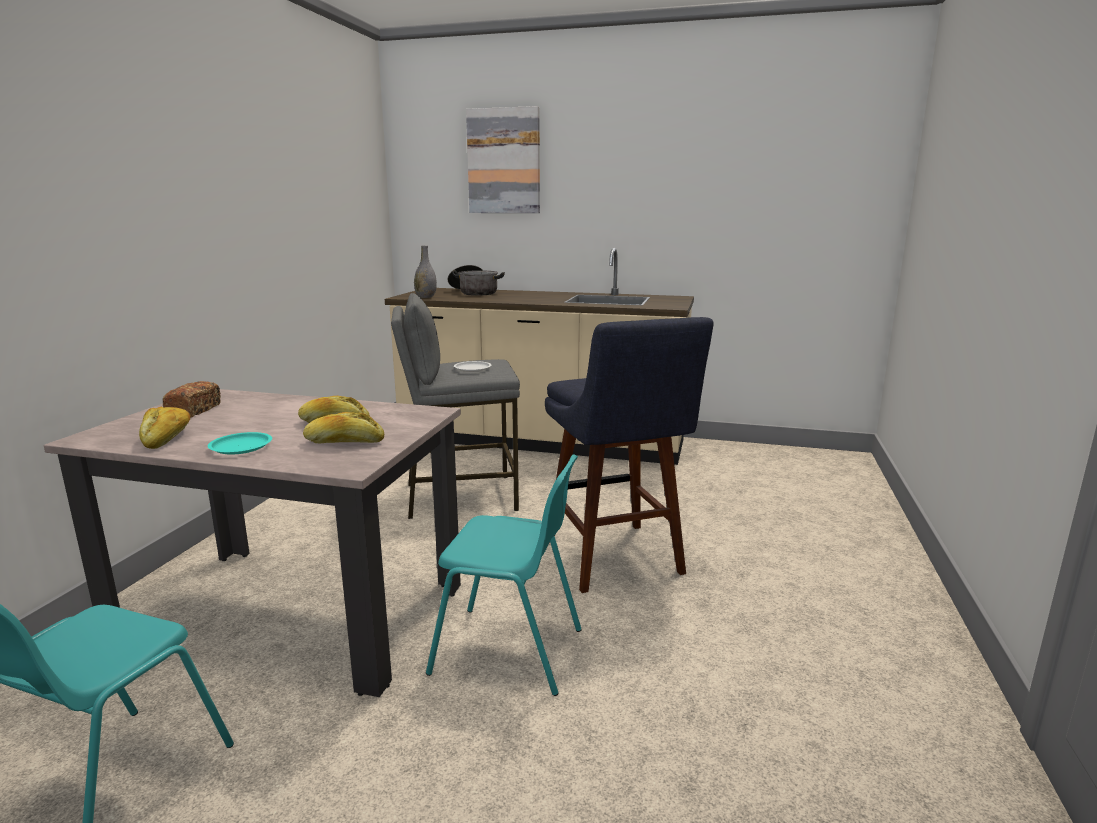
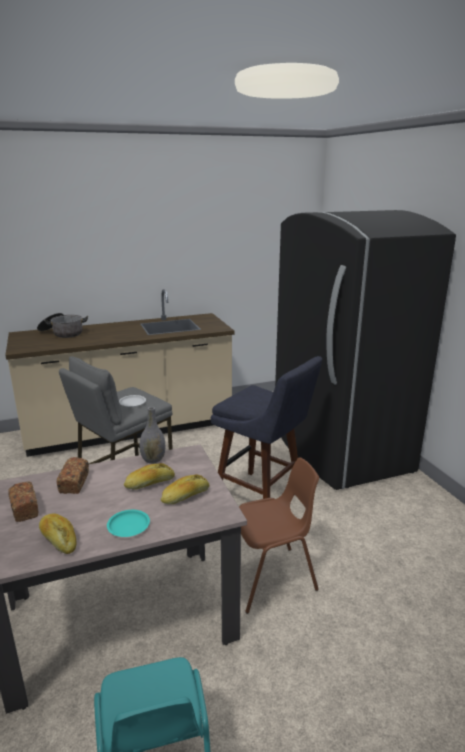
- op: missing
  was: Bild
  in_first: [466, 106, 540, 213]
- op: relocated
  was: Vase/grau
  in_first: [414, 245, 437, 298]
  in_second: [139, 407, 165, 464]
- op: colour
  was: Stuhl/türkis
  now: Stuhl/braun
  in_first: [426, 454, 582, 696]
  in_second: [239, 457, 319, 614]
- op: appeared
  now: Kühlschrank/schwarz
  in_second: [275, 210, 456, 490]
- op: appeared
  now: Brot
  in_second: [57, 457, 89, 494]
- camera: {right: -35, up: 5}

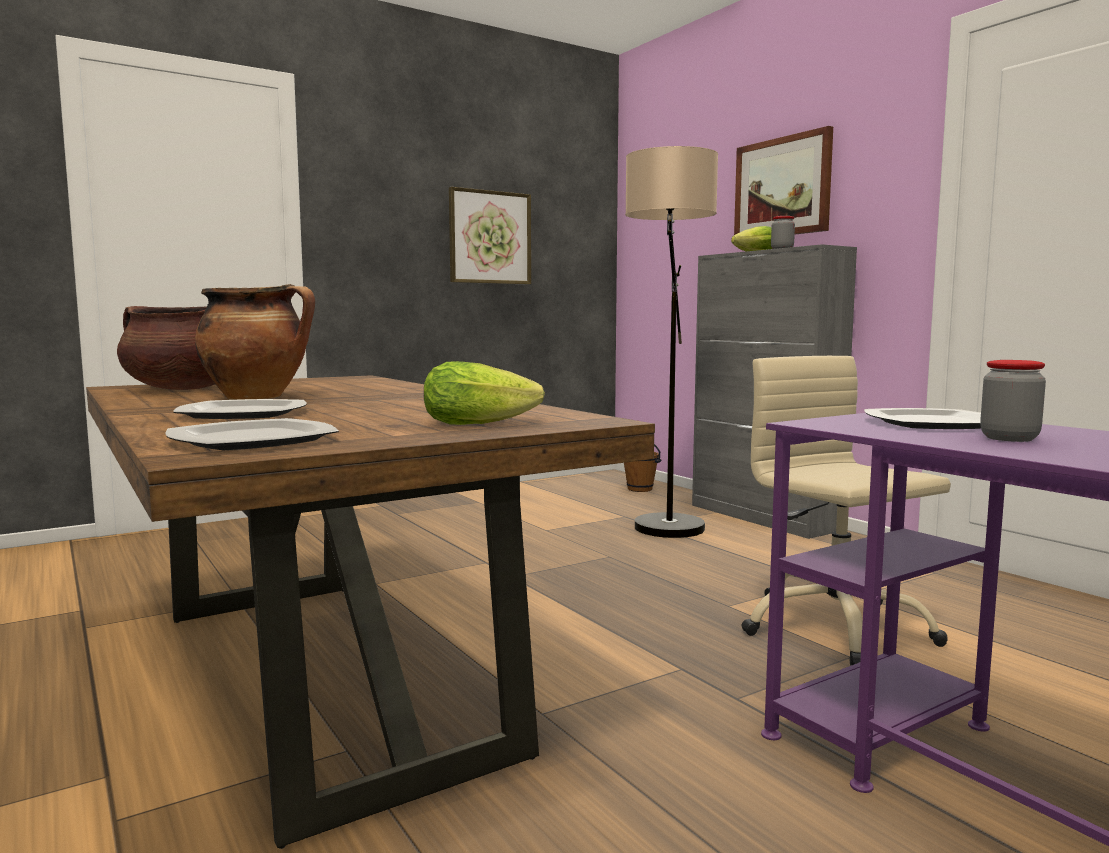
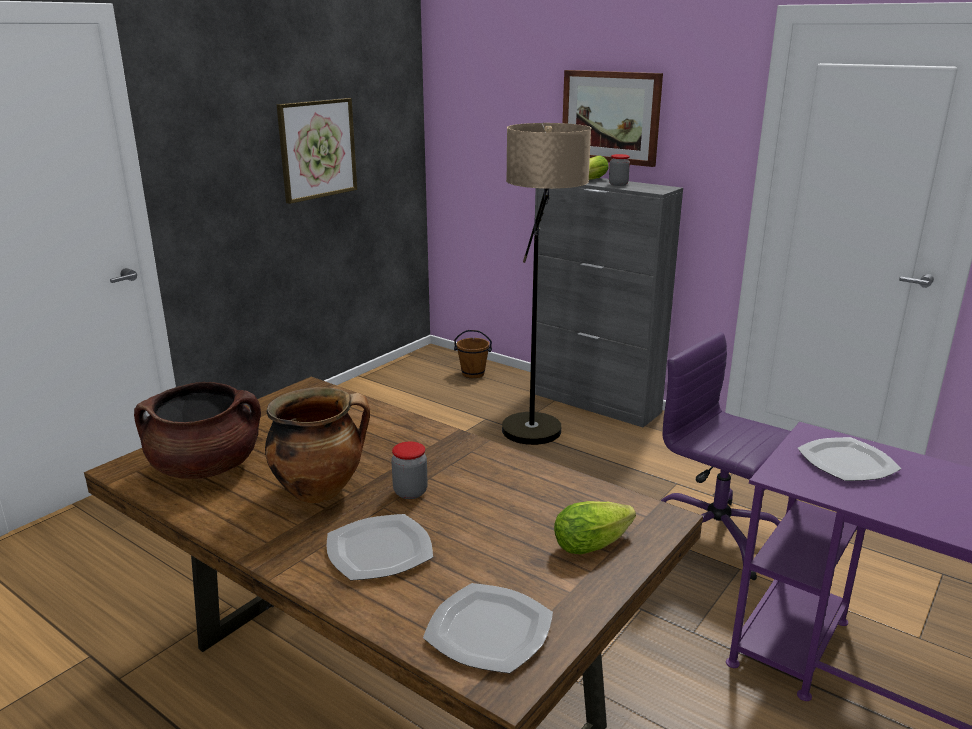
- op: colour
  was: Bürostuhl/beige
  now: Bürostuhl/lila
  in_first: [741, 356, 951, 666]
  in_second: [661, 332, 791, 580]
- op: relocated
  was: Vorratsglas
  in_first: [980, 360, 1046, 442]
  in_second: [391, 441, 428, 499]
- camera: {right: -20, up: 15}

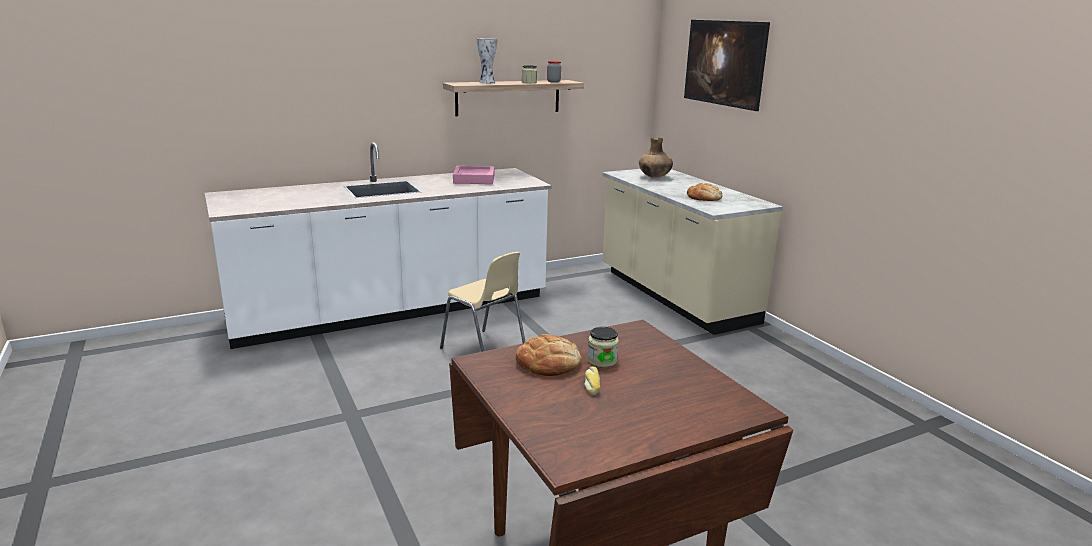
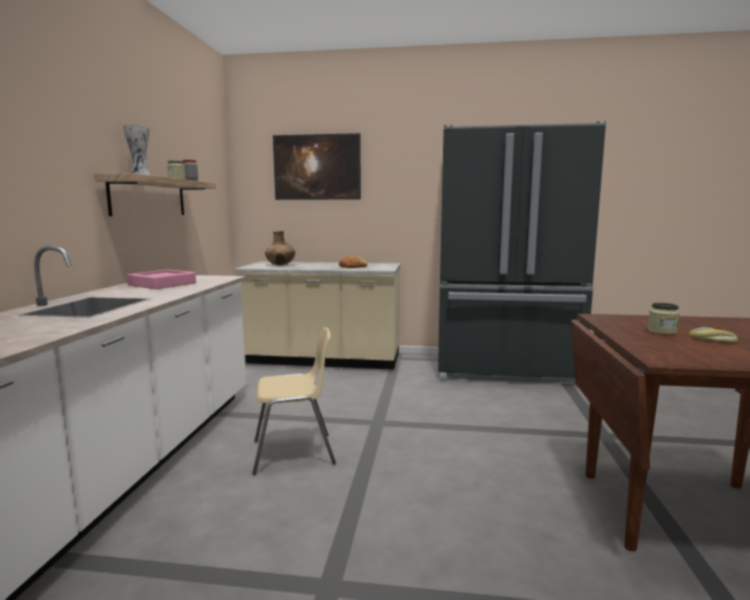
- op: missing
  was: Brot
  in_first: [516, 334, 582, 376]
- op: appeared
  now: Kühlschrank/schwarz
  in_second: [438, 121, 606, 386]
- camera: {right: -55, up: -10}

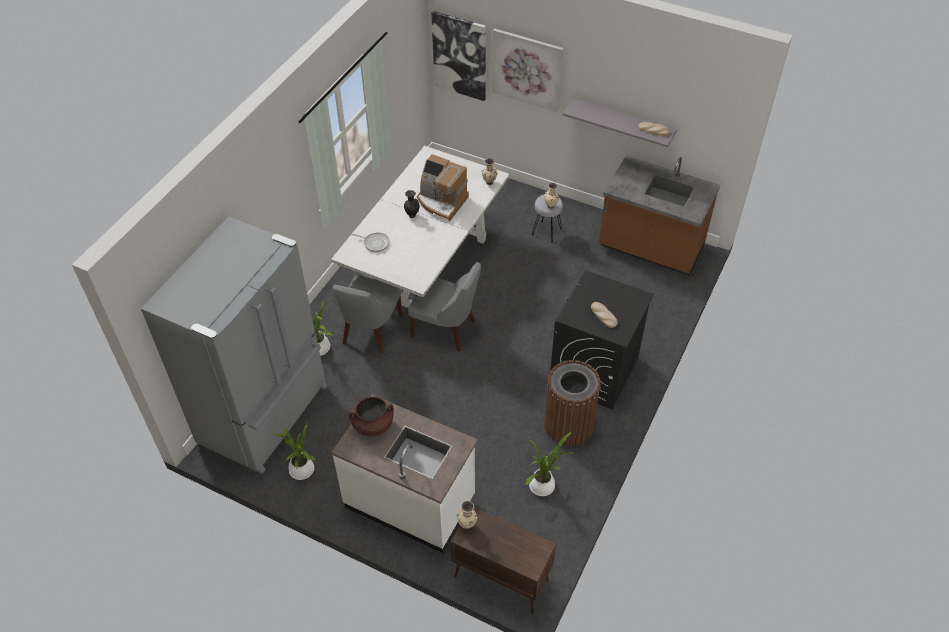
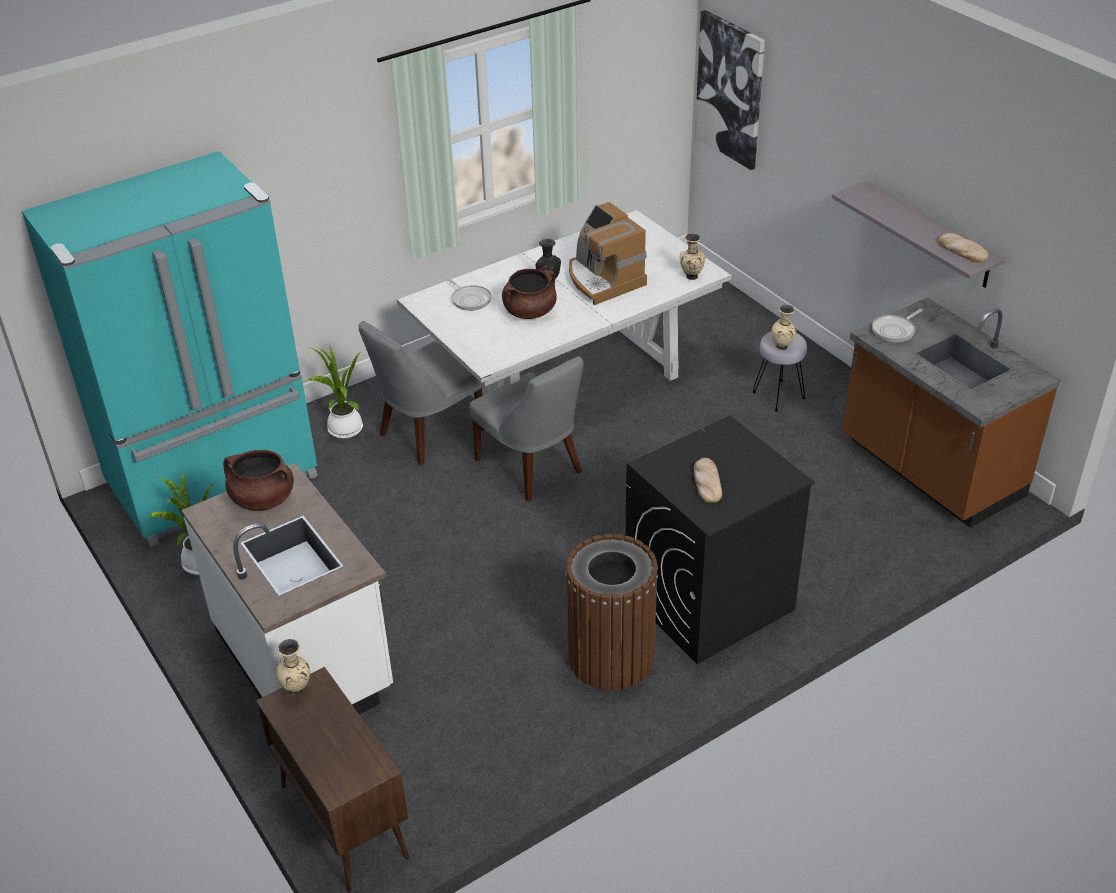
- op: missing
  was: Bild
  in_first: [492, 28, 563, 112]
- op: colour
  was: Kühlschrank/grau
  now: Kühlschrank/türkis
  in_first: [141, 217, 328, 474]
  in_second: [22, 151, 318, 547]
- op: missing
  was: Topfpflanze
  in_first: [525, 432, 576, 496]
- op: appeared
  now: Kochtopf/braun
  in_second: [502, 269, 557, 319]
- op: appeared
  now: Pfanne
  in_second: [872, 309, 923, 343]
- camera: {right: 30, up: -10}

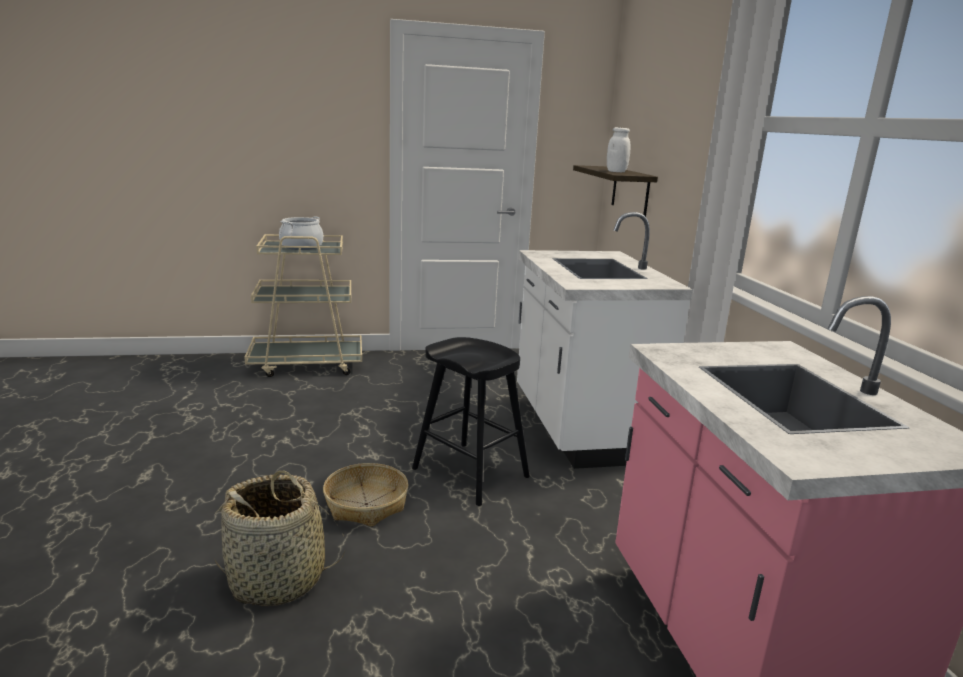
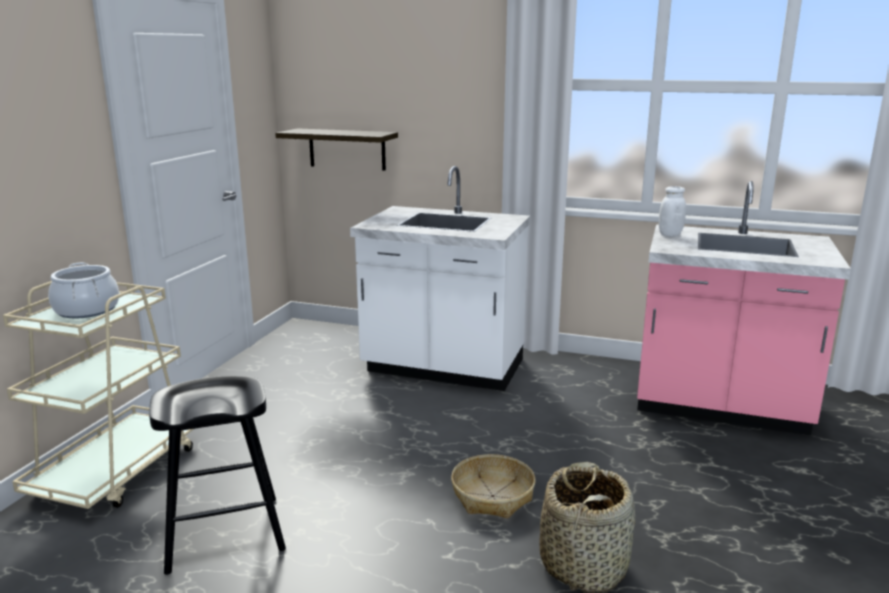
- op: relocated
  was: Vorratsglas/weiß
  in_first: [607, 127, 630, 172]
  in_second: [659, 186, 686, 237]
- op: relocated
  was: Hocker/schwarz
  in_first: [412, 337, 530, 506]
  in_second: [149, 376, 286, 575]
- camera: {right: -60, up: 0}

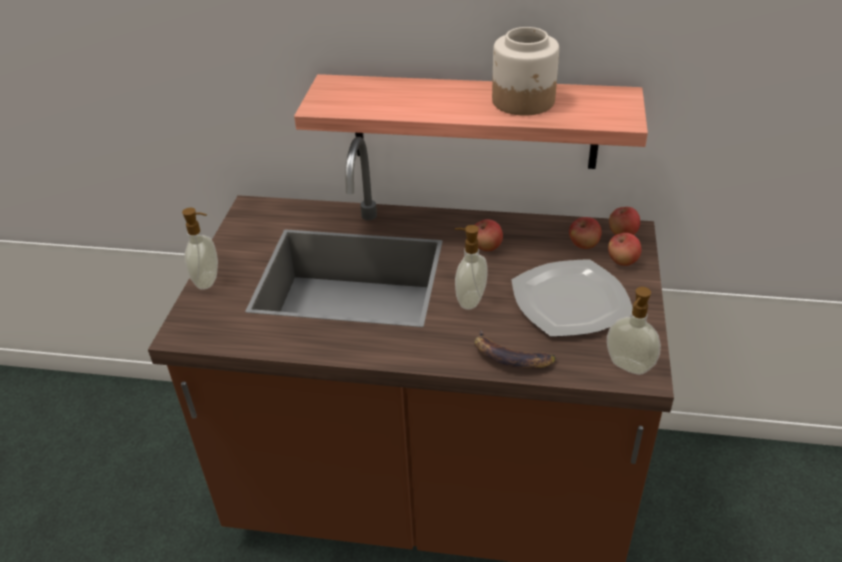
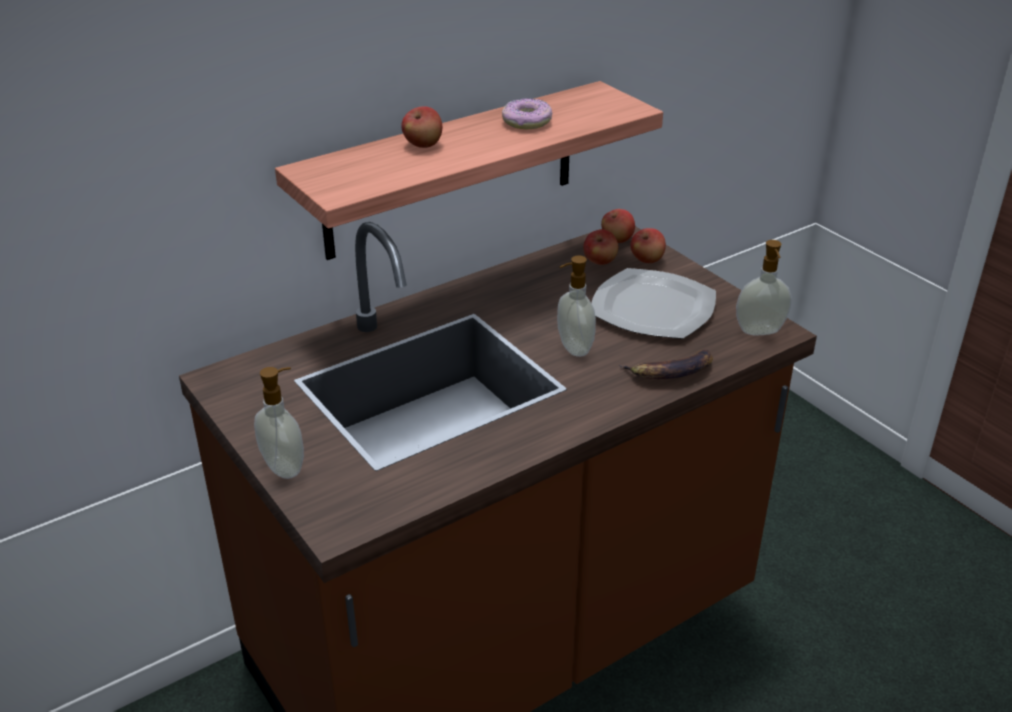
- op: exchanged
  was: Vorratsglas
  now: Donut
  in_first: [492, 27, 559, 116]
  in_second: [502, 98, 552, 129]
- op: relocated
  was: Apfel
  in_first: [475, 219, 503, 251]
  in_second: [401, 106, 442, 148]
- camera: {right: -45, up: -5}

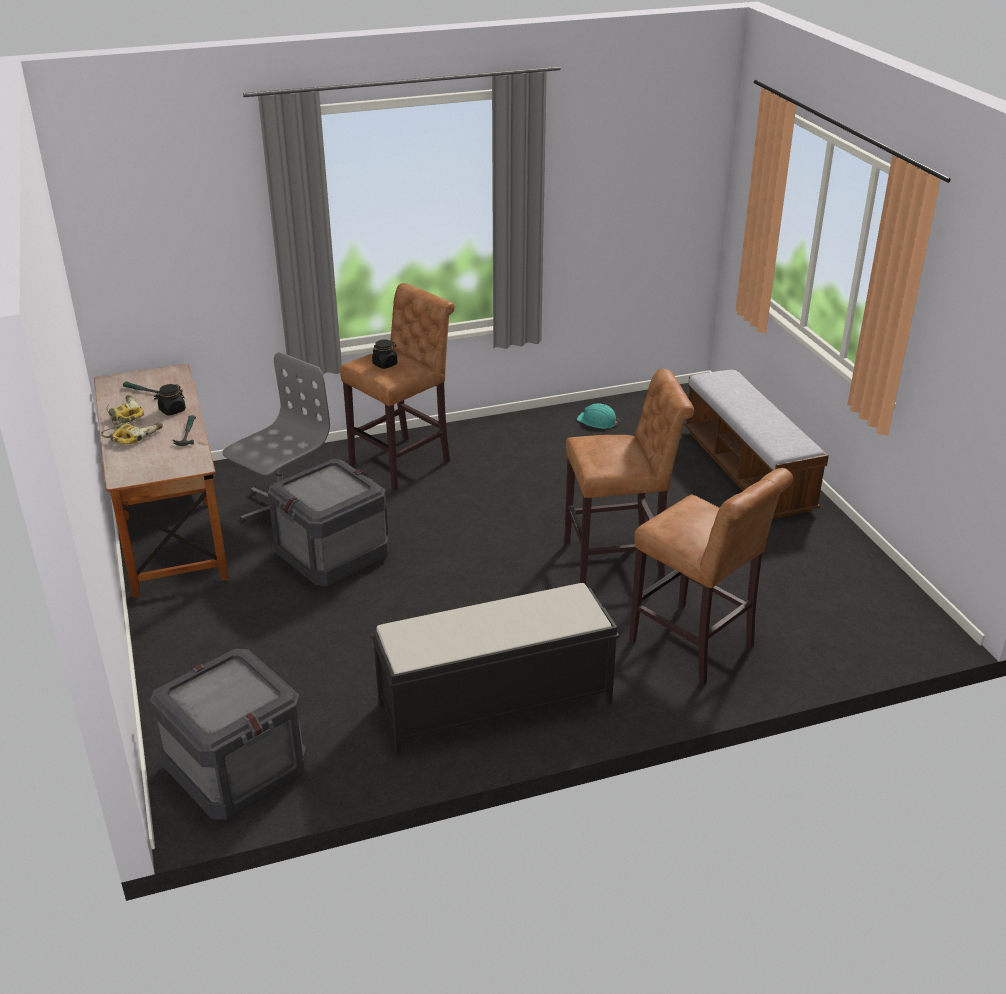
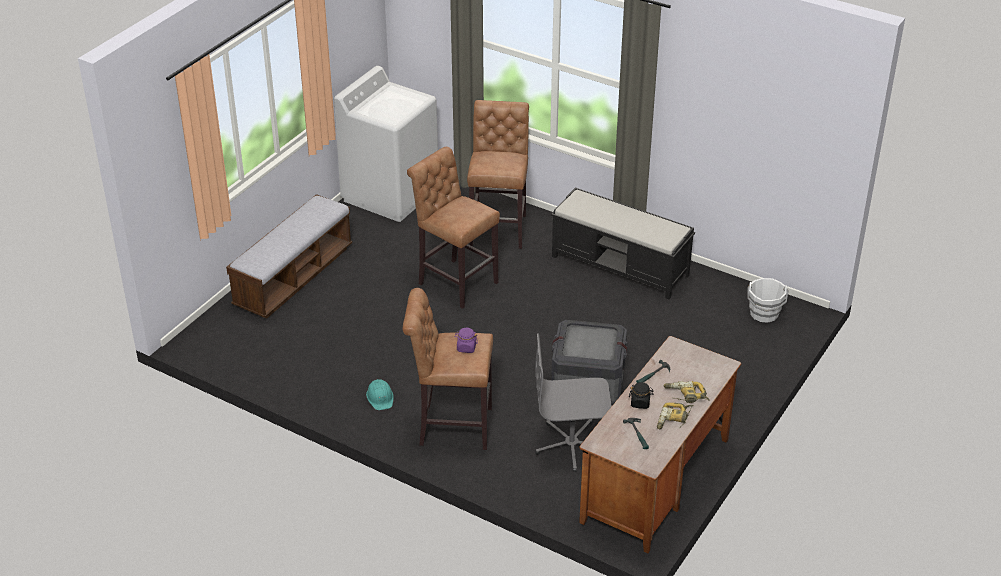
- op: colour
  was: Vorratsglas/schwarz
  now: Vorratsglas/lila
  in_first: [372, 339, 397, 369]
  in_second: [454, 328, 478, 353]
- op: relocated
  was: Schutzhelm/türkis
  in_first: [577, 403, 620, 429]
  in_second: [366, 379, 394, 410]
- op: exchanged
  was: Kiste
  now: Eimer/weiß
  in_first: [150, 649, 308, 820]
  in_second: [747, 278, 788, 323]
- op: appeared
  now: Waschmaschine/weiß
  in_second: [334, 66, 438, 222]
- camera: {right: -130, up: 5}

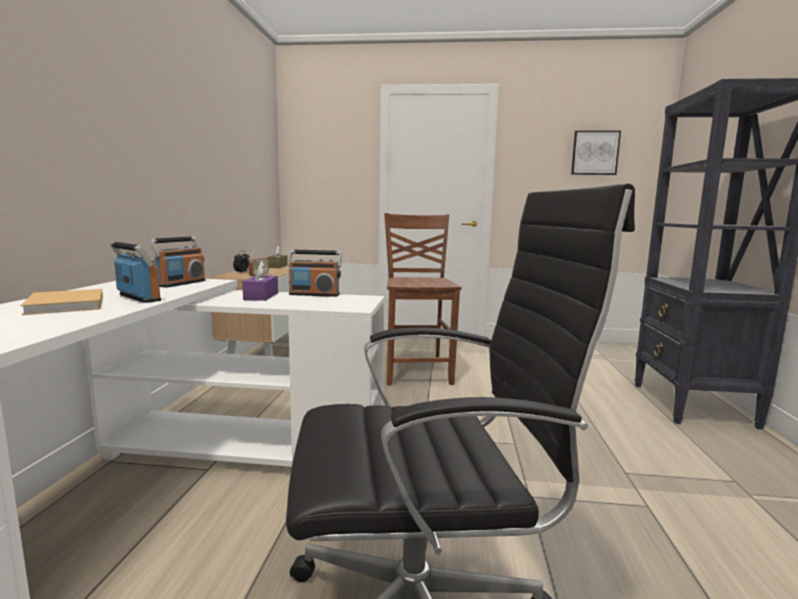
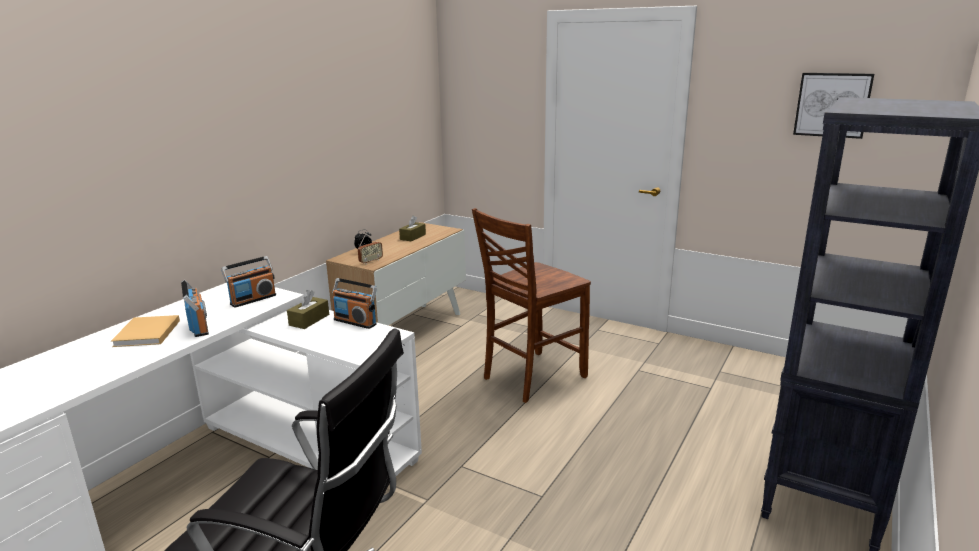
- op: spun
  was: Stuhl/braun
  in_first: [384, 213, 461, 386]
  in_second: [472, 208, 591, 403]
  clockwise: -150
- op: colour
  was: Taschentuchbox/lila
  now: Taschentuchbox/braun
  in_first: [242, 261, 278, 301]
  in_second: [287, 290, 329, 329]
- camera: {right: 25, up: 10}

